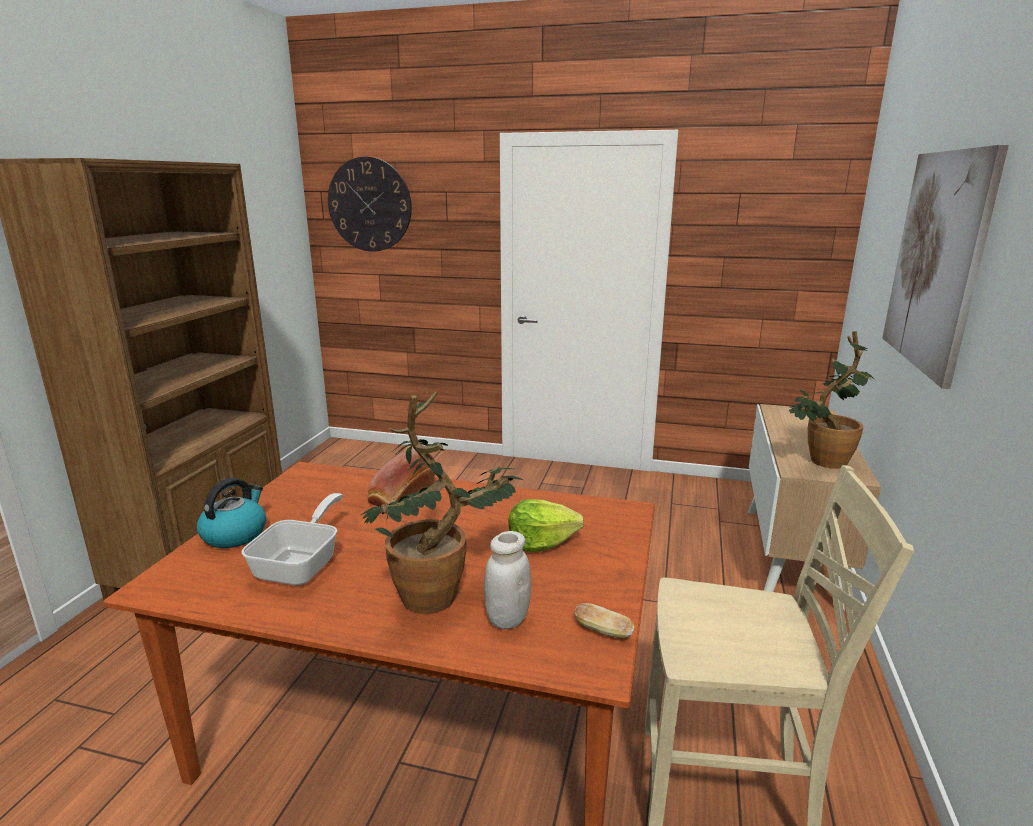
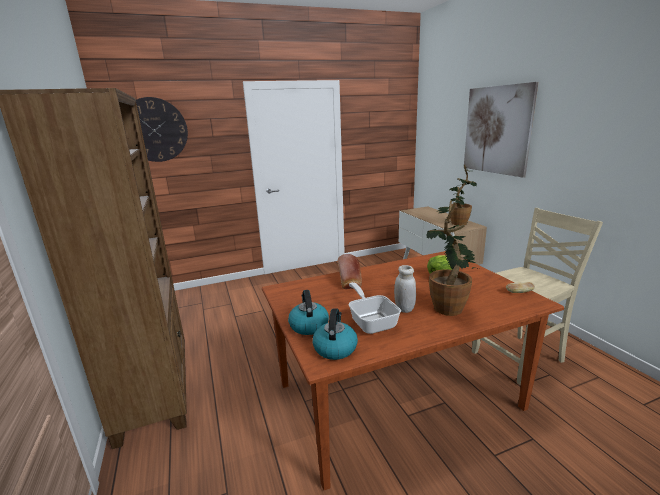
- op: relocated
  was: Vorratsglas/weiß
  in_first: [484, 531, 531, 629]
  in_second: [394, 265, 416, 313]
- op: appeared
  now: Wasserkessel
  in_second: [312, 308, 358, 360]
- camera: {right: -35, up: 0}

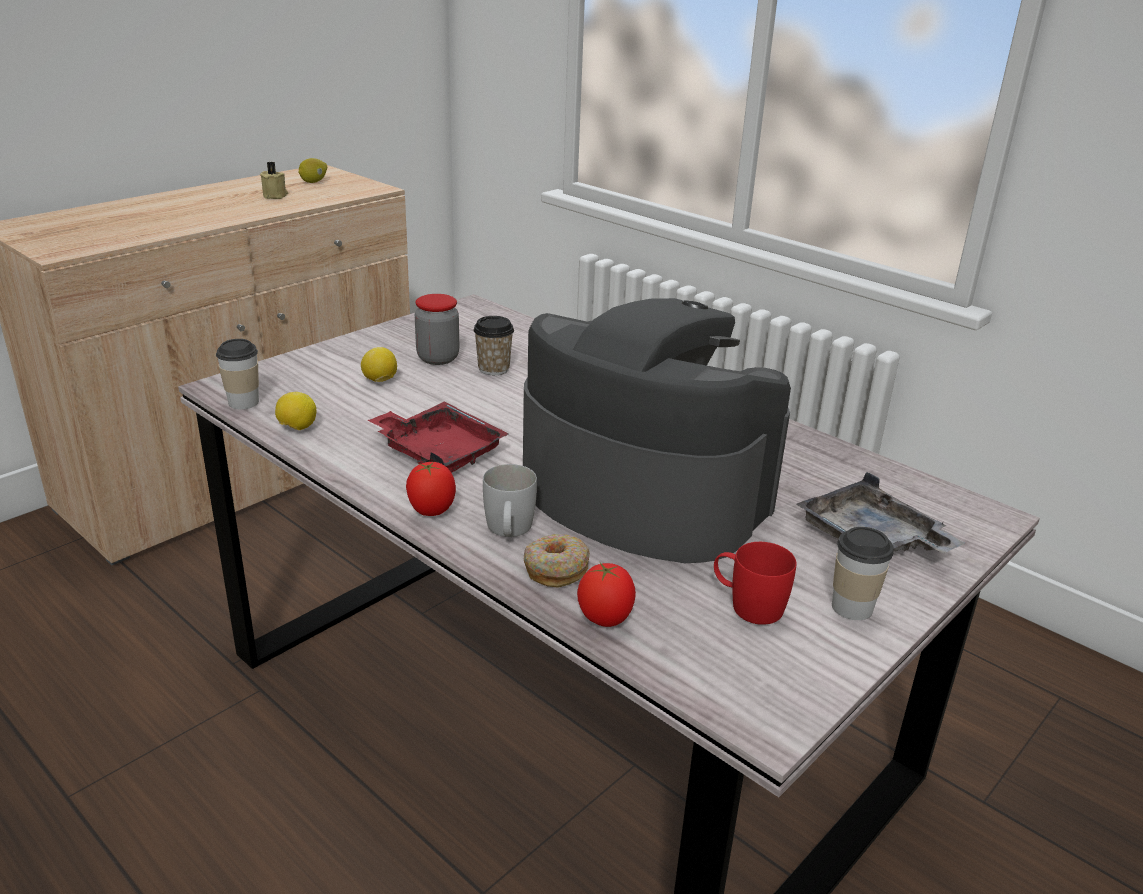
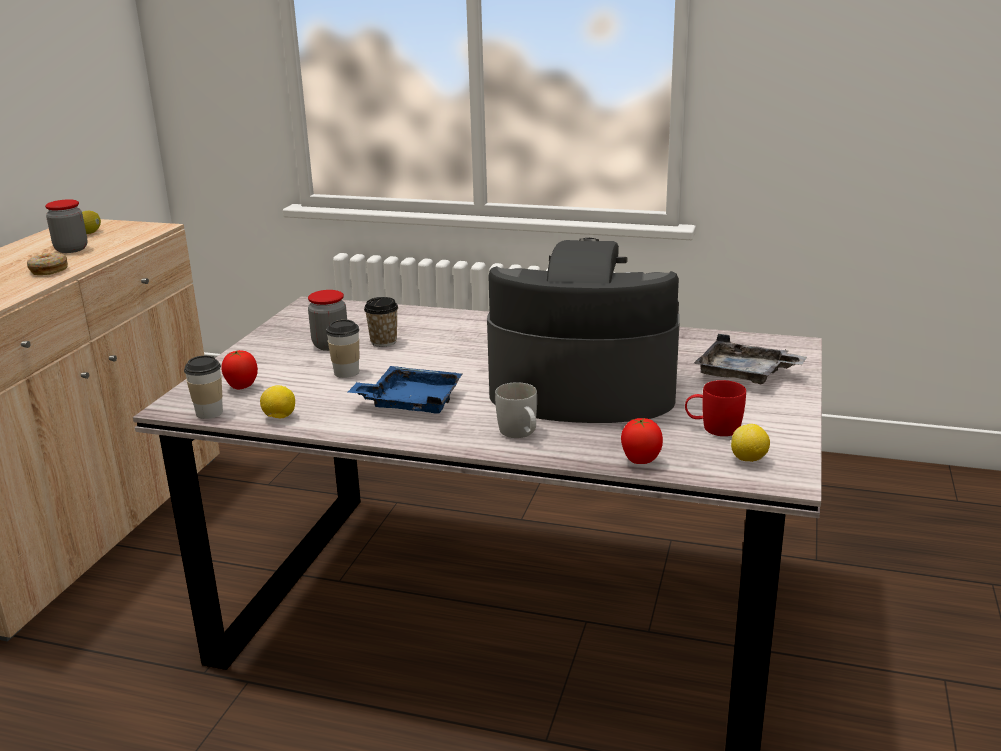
- op: exchanged
  was: Kerze/beige
  now: Vorratsglas
  in_first: [260, 162, 289, 199]
  in_second: [45, 199, 88, 253]
- op: relocated
  was: Zitrone
  in_first: [361, 347, 397, 382]
  in_second: [731, 424, 770, 462]
- op: colour
  was: Tablett/rot
  now: Tablett/blau
  in_first: [368, 402, 509, 473]
  in_second: [348, 366, 462, 414]
- op: relocated
  was: Tomate
  in_first: [406, 462, 456, 516]
  in_second: [221, 350, 258, 390]
- op: relocated
  was: Tasse
  in_first: [832, 527, 894, 620]
  in_second: [326, 320, 359, 378]
- op: relocated
  was: Donut
  in_first: [524, 534, 590, 587]
  in_second: [27, 253, 68, 275]
- camera: {right: -25, up: -5}

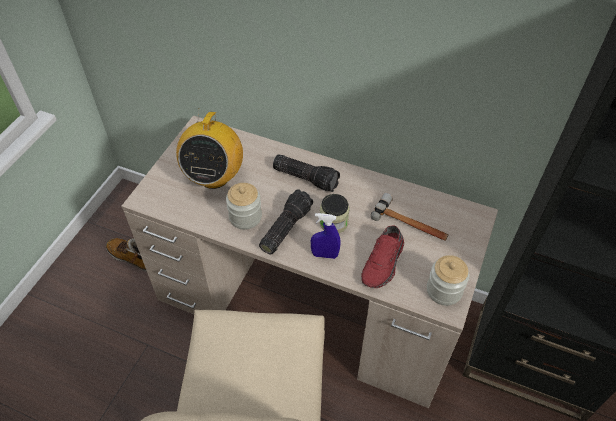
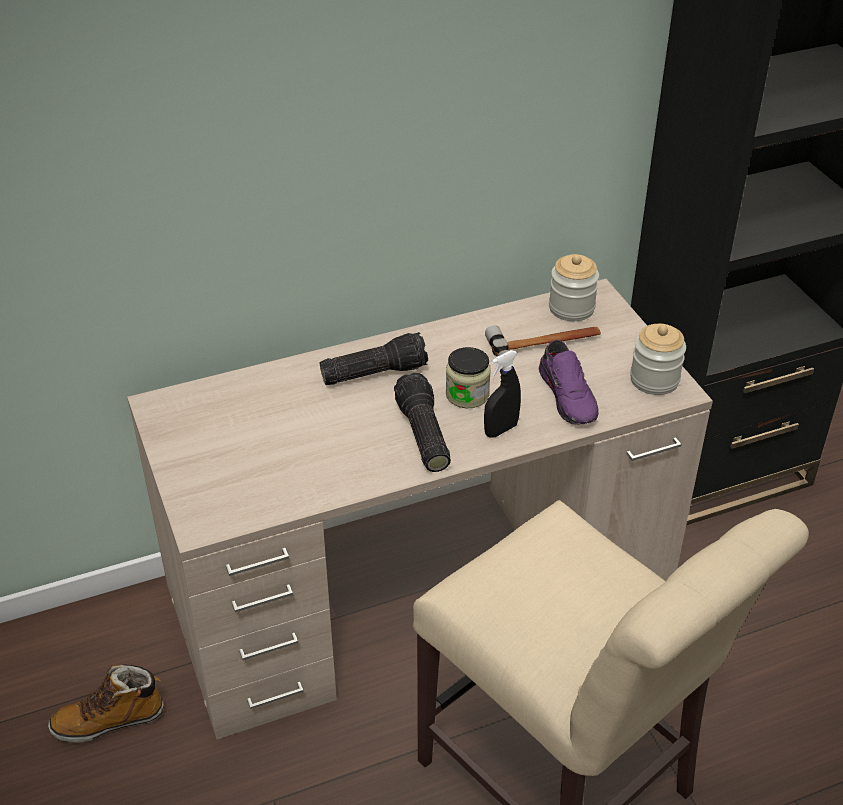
- op: missing
  was: Radio
  in_first: [176, 108, 243, 189]
- op: relocated
  was: Vorratsglas
  in_first: [226, 183, 262, 230]
  in_second: [549, 254, 599, 321]
- op: colour
  was: Sprühflasche/blau
  now: Sprühflasche/schwarz
  in_first: [311, 213, 340, 259]
  in_second: [484, 350, 521, 438]
- op: colour
  was: Schuh/rot
  now: Schuh/lila
  in_first: [361, 225, 404, 288]
  in_second: [539, 340, 599, 425]
- camera: {right: -45, up: -10}

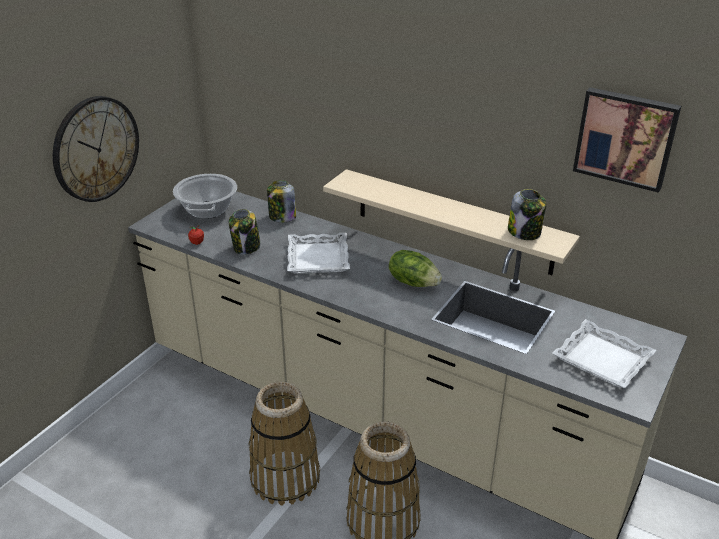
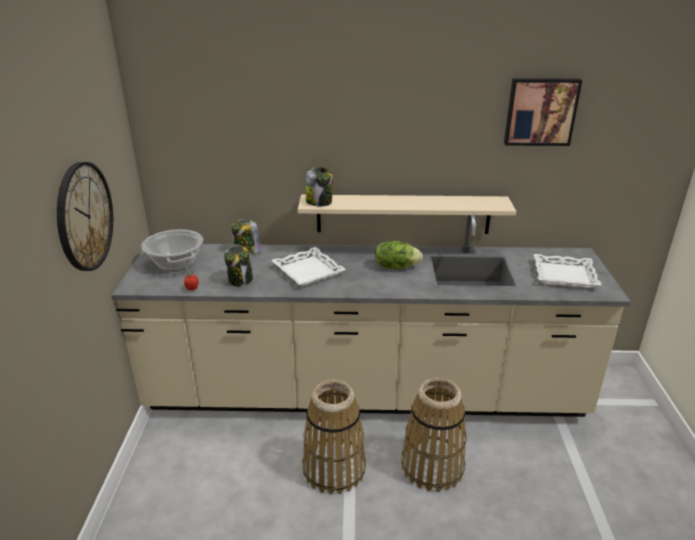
- op: relocated
  was: Vorratsglas
  in_first: [508, 189, 546, 240]
  in_second: [306, 167, 333, 206]
- camera: {right: -30, up: -5}

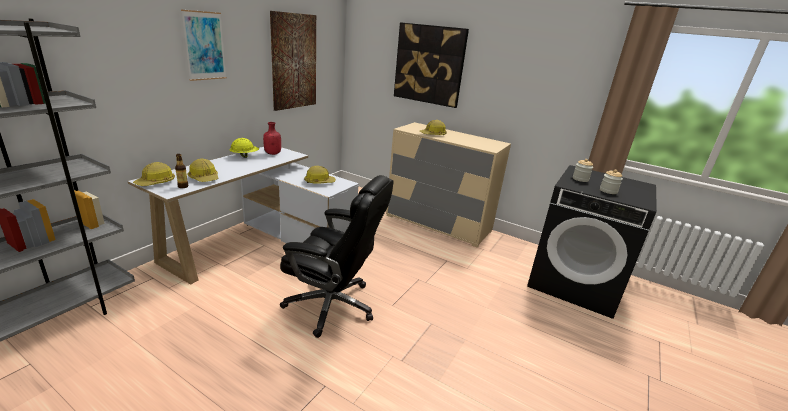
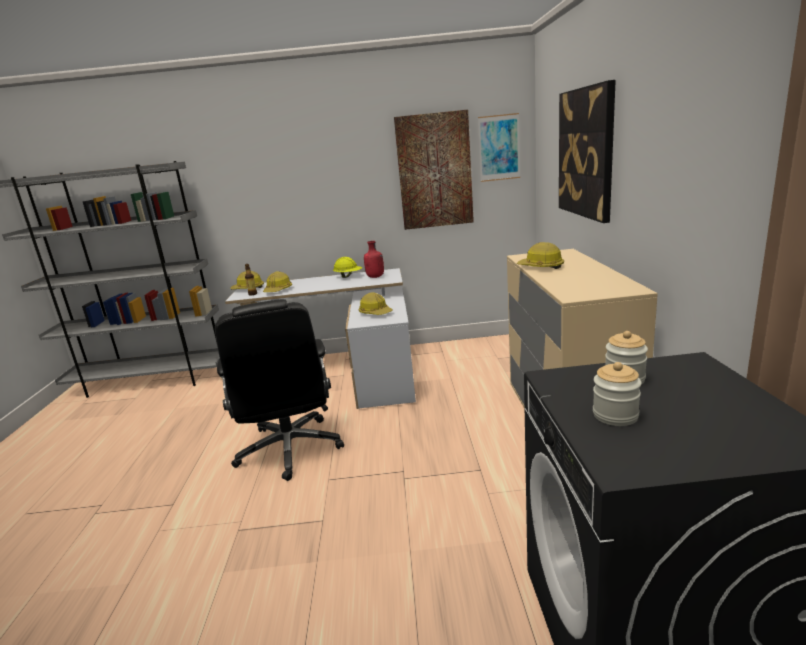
- op: relocated
  was: Bild
  in_first: [181, 10, 227, 81]
  in_second: [478, 113, 520, 182]
- camera: {right: 60, up: -5}

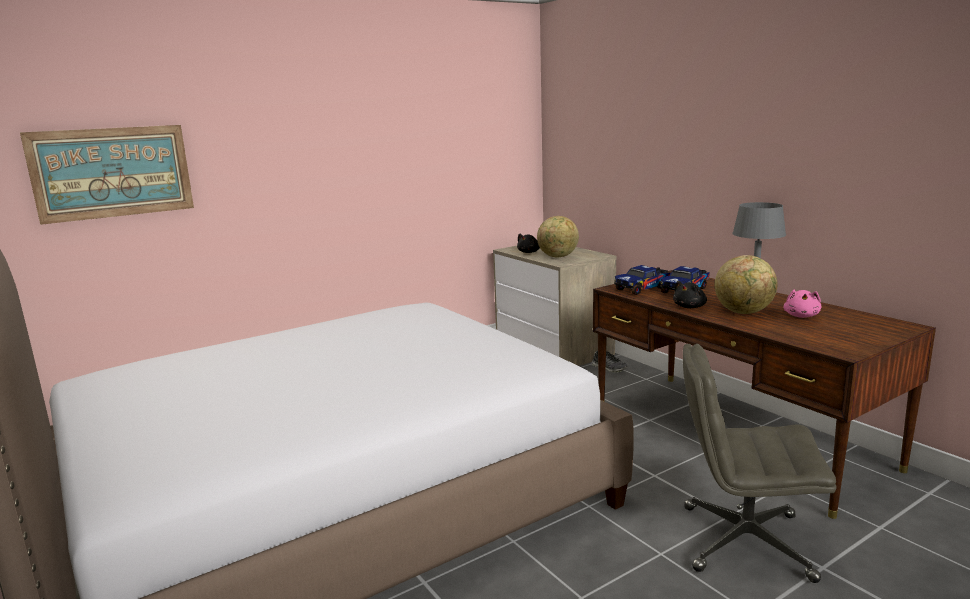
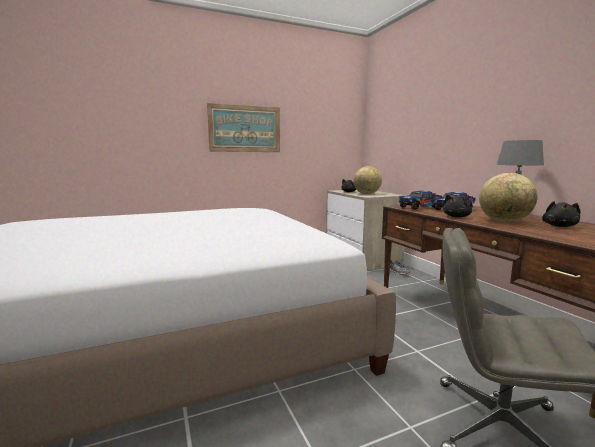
- op: relocated
  was: Bild
  in_first: [20, 125, 194, 225]
  in_second: [207, 103, 280, 152]
- op: colour
  was: Plüschtier/rosa
  now: Plüschtier/schwarz
  in_first: [783, 290, 821, 318]
  in_second: [542, 201, 580, 227]
- camera: {right: 10, up: -5}

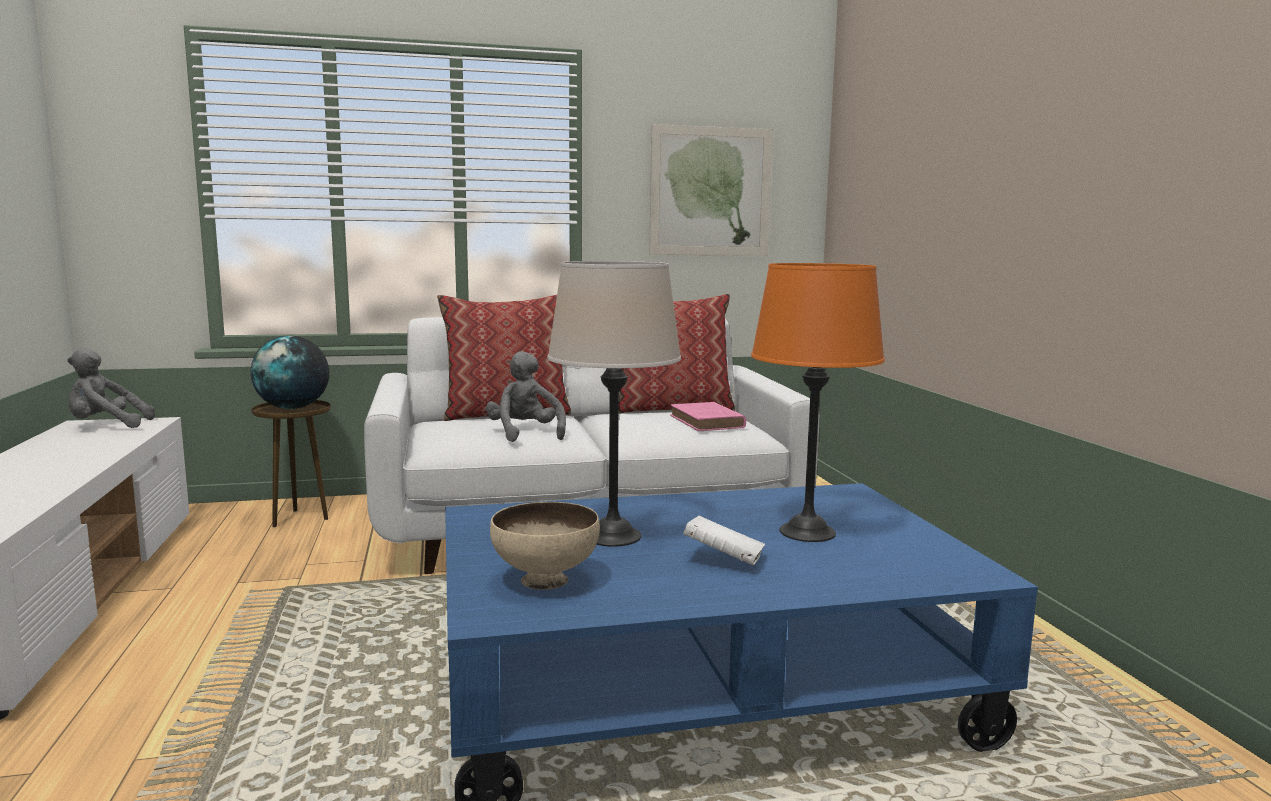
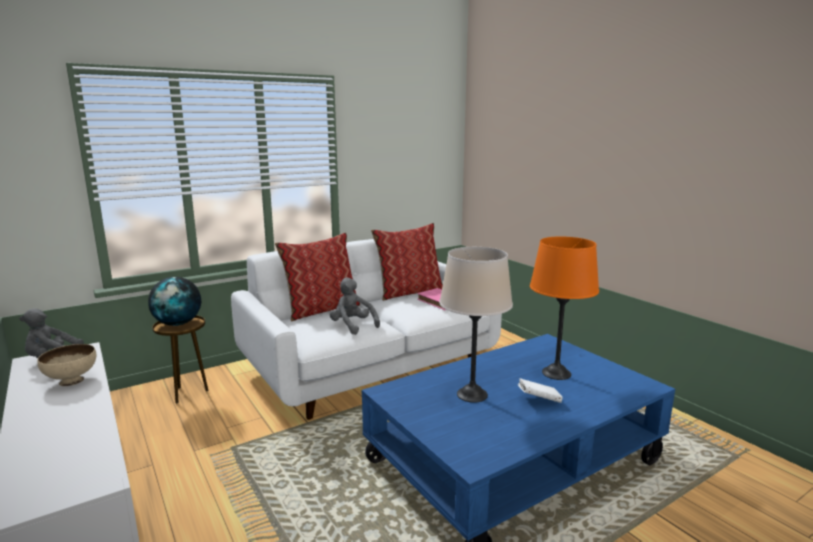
- op: missing
  was: Bild
  in_first: [649, 124, 773, 256]
- op: relocated
  was: Schüssel/beige
  in_first: [490, 502, 600, 590]
  in_second: [37, 344, 96, 386]
- camera: {right: -20, up: 5}

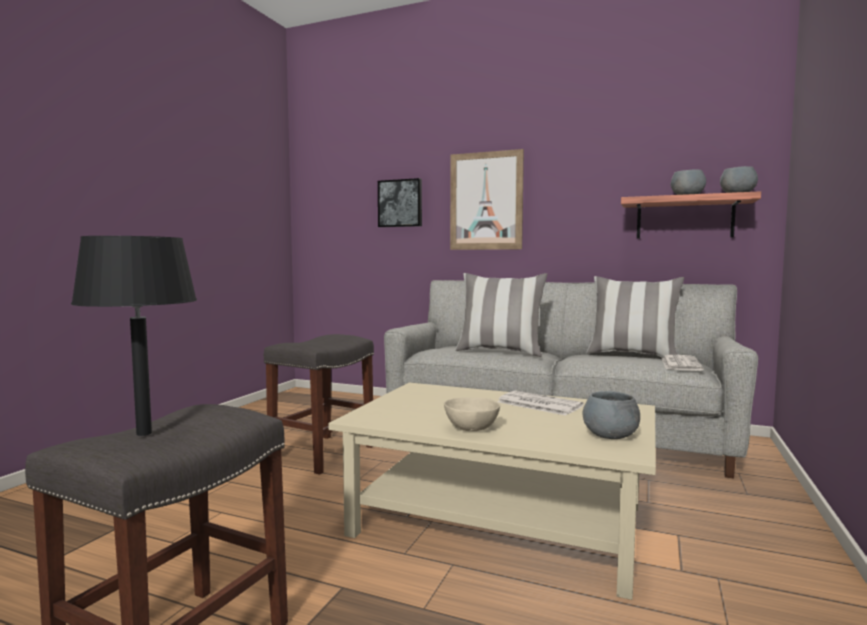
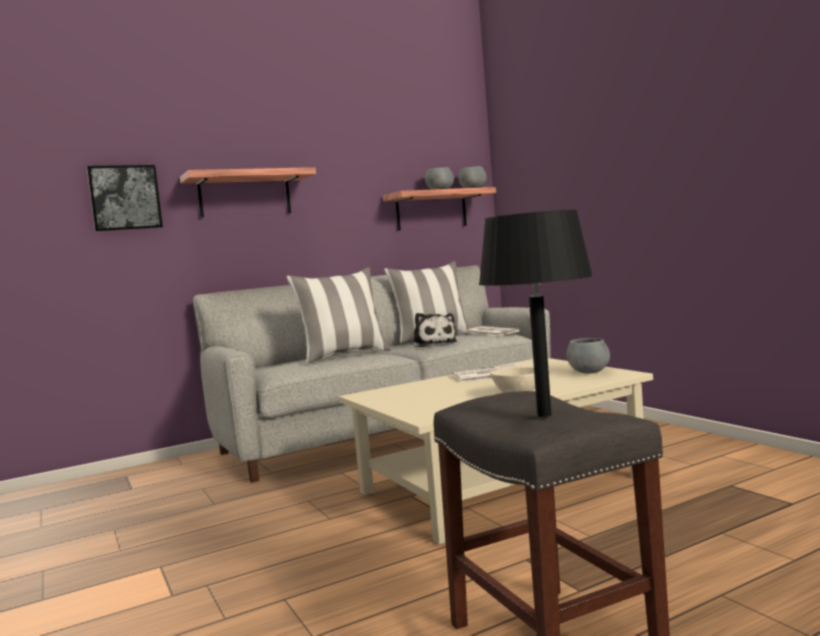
- op: exchanged
  was: Bild
  now: Wandregal
  in_first: [450, 149, 524, 250]
  in_second: [180, 167, 316, 218]
- op: missing
  was: Hocker/grau
  in_first: [264, 334, 374, 475]
- op: appeared
  now: Plüschtier
  in_second: [412, 313, 457, 347]
- camera: {right: -50, up: 0}

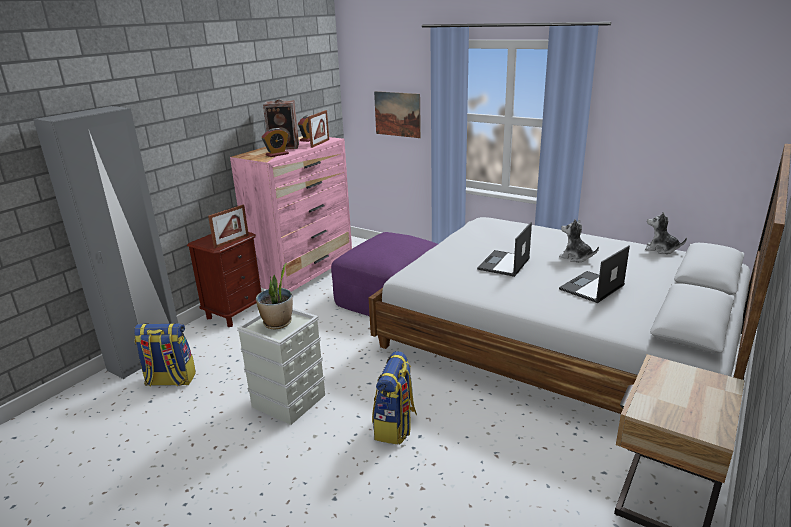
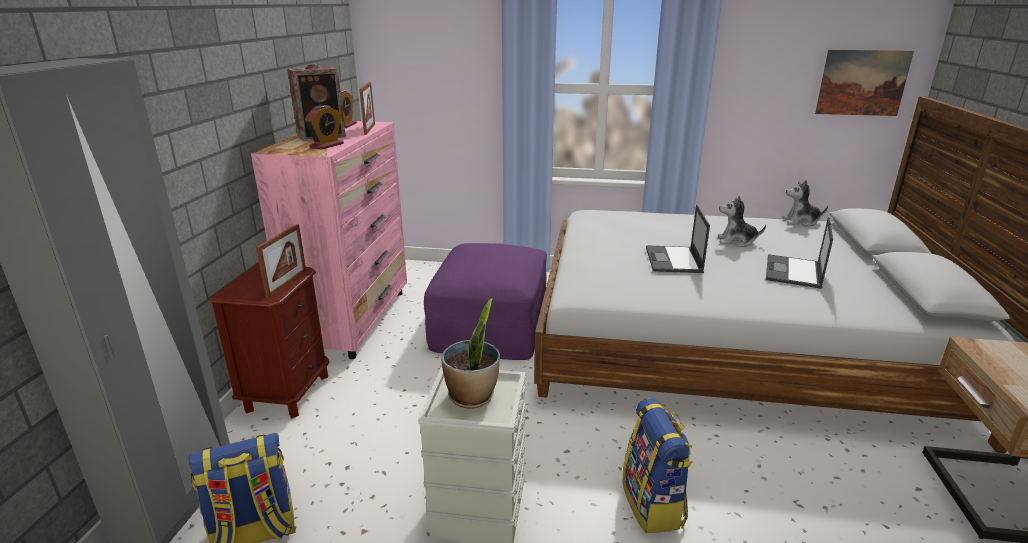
- op: relocated
  was: Bild
  in_first: [374, 91, 421, 138]
  in_second: [815, 50, 914, 116]
- camera: {right: -25, up: 0}

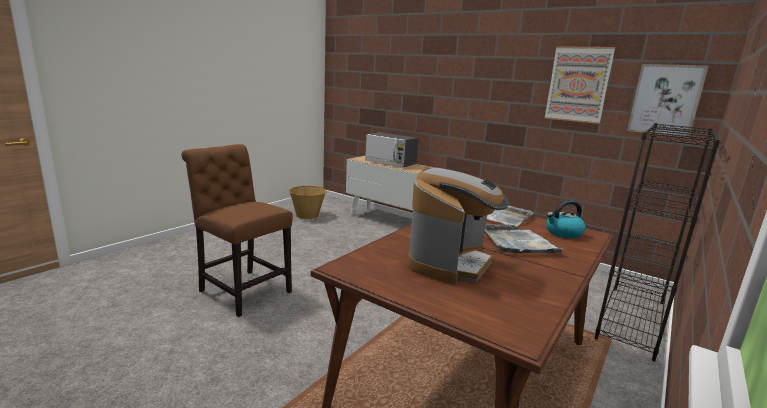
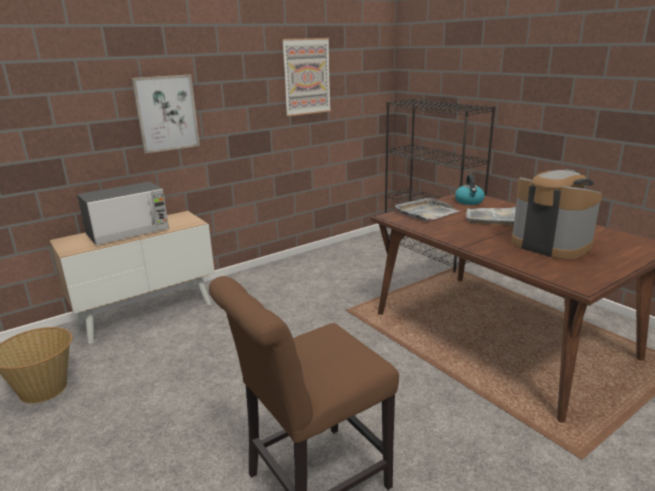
- op: relocated
  was: Bild
  in_first: [627, 64, 709, 138]
  in_second: [132, 75, 200, 154]
- camera: {right: -70, up: 5}

